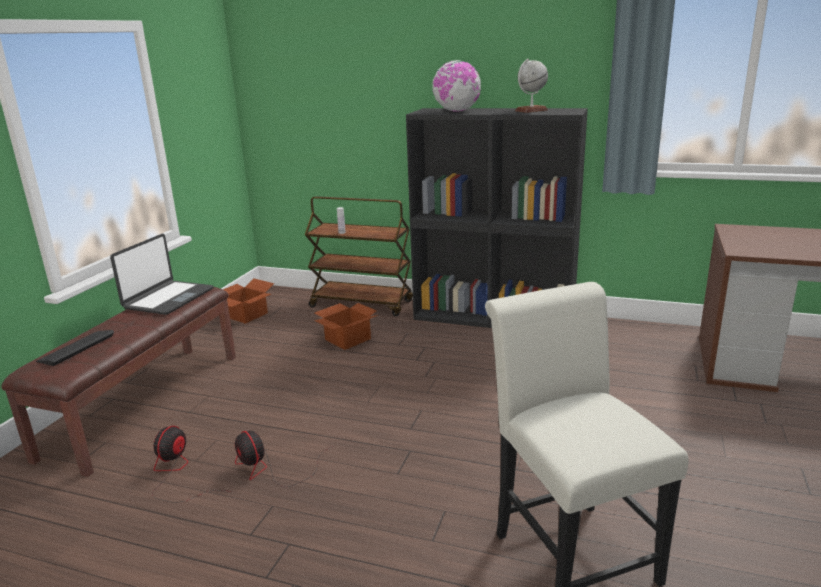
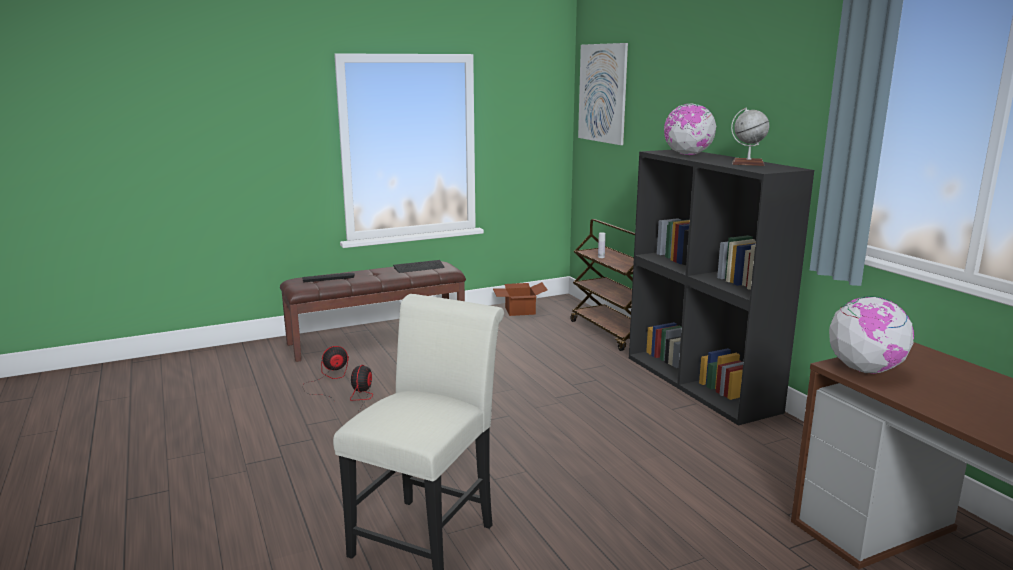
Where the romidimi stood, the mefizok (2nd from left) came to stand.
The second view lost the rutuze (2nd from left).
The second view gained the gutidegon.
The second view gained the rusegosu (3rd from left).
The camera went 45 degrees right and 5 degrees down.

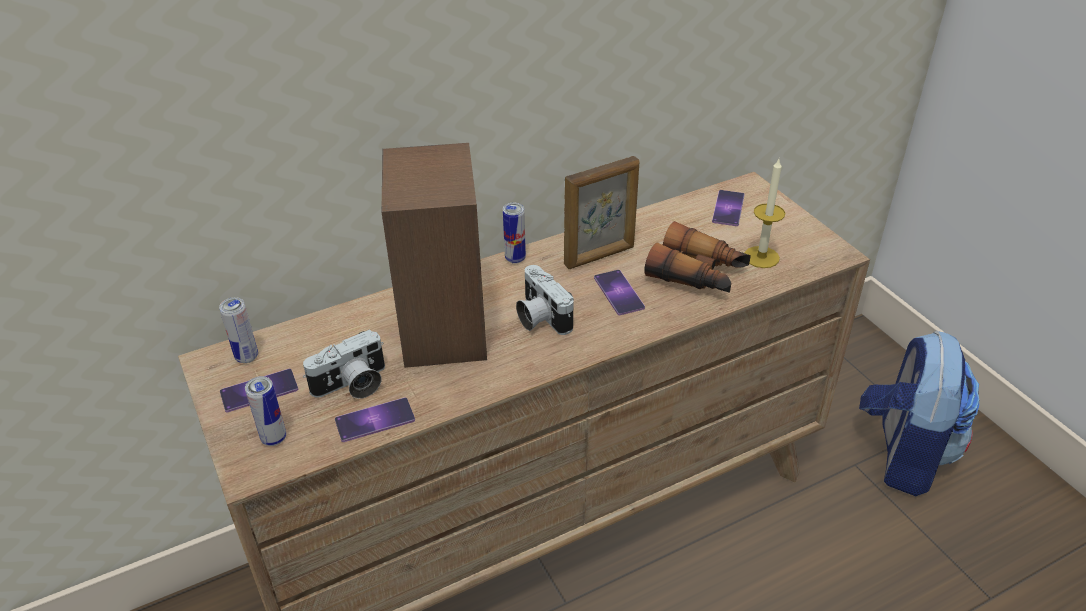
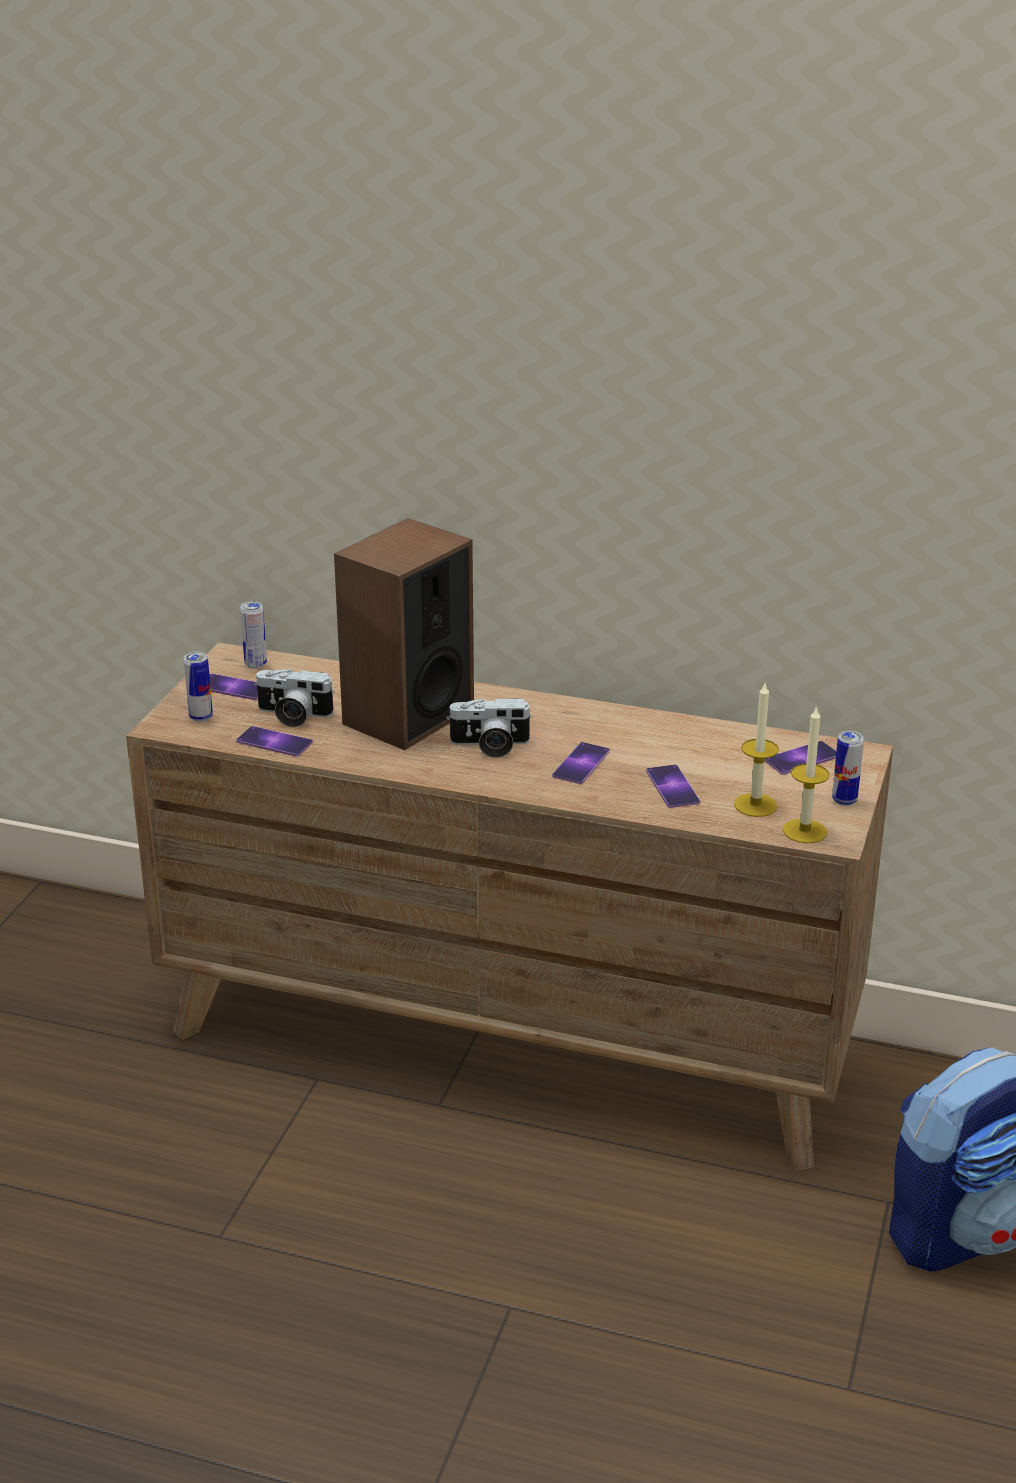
The second view lost the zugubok.
The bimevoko (3rd from left) ended up elsewhere.
Where the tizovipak stood, the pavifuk (4th from left) came to stand.
The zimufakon (2nd from left) ended up facing another way, 105 degrees counterclockwise from before.
The second view gained the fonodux (2nd from left).
The camera went 45 degrees right and 10 degrees down.

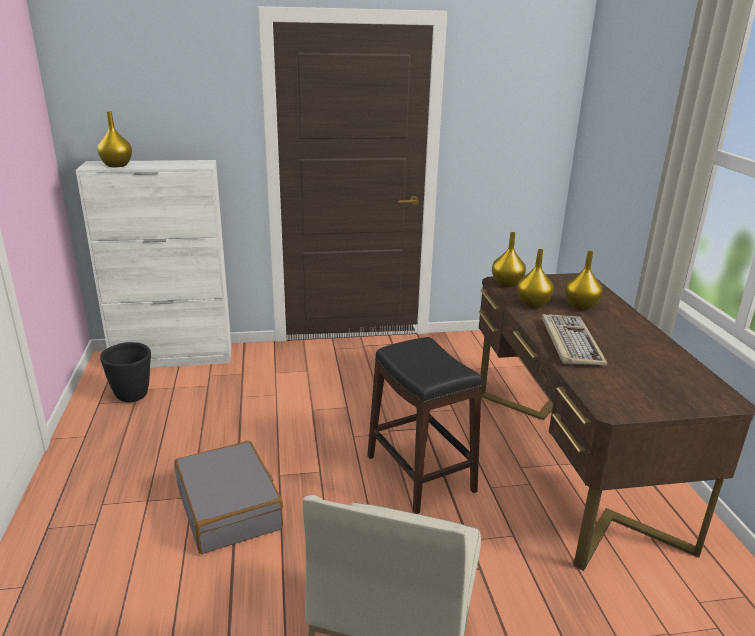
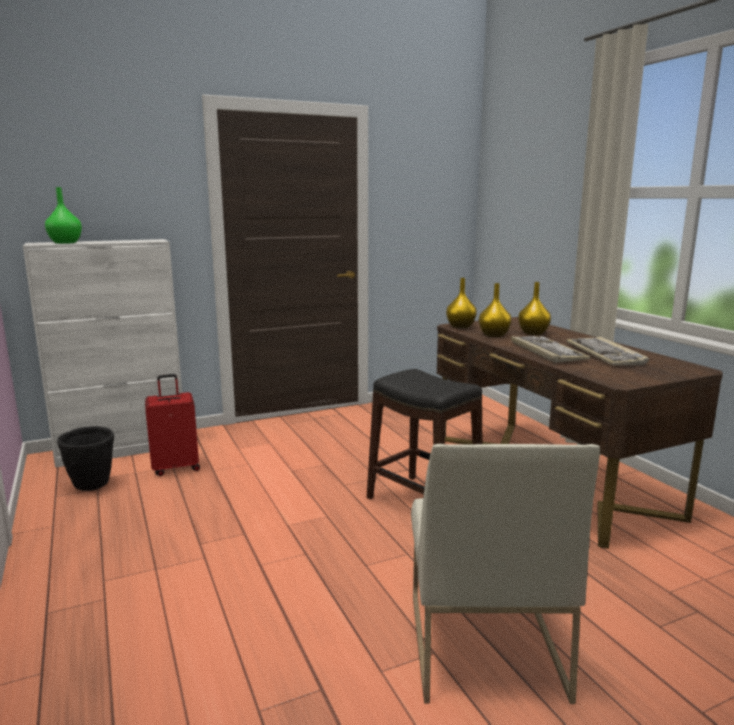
What was the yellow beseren (1st from left) turned into the green beseren.
The second view lost the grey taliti.
The second view gained the mefizok (2nd from left).
The second view gained the red taliti.
The camera went 15 degrees left and 10 degrees down.

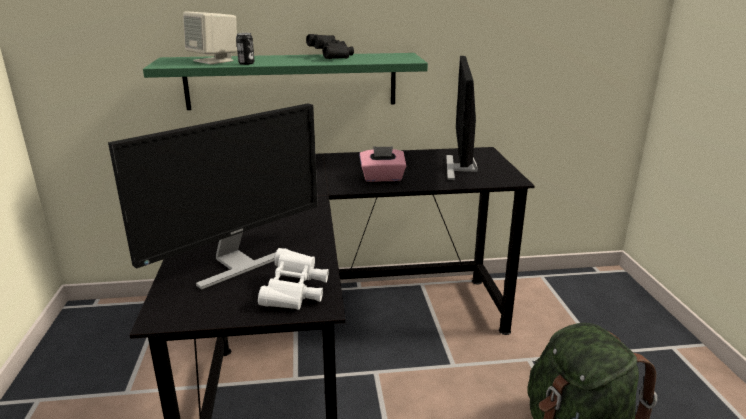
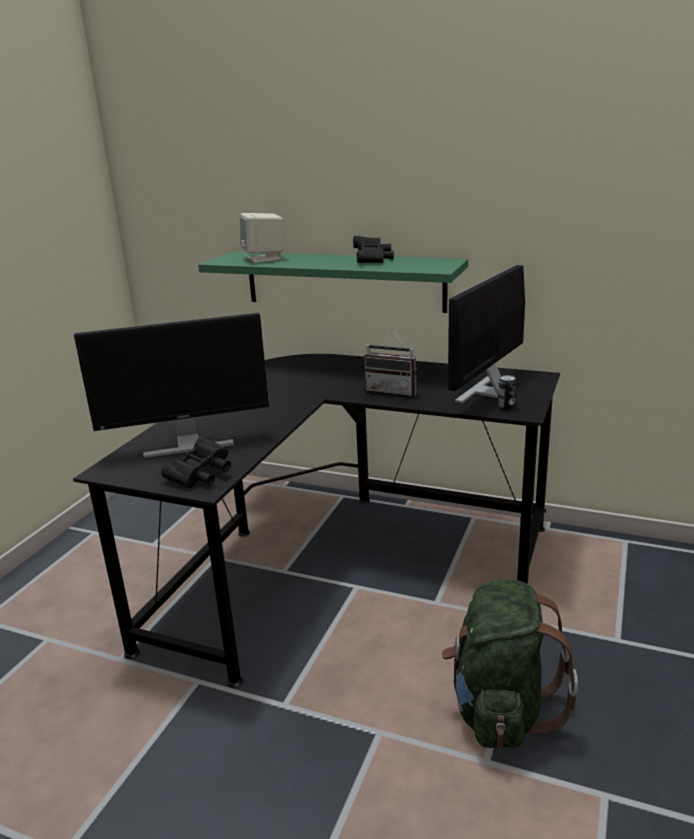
The bimevoko ended up elsewhere.
Where the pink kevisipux stood, the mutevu came to stand.
What was the white tizovipak turned into the black tizovipak (1st from left).
The camera went 30 degrees right and 0 degrees up.

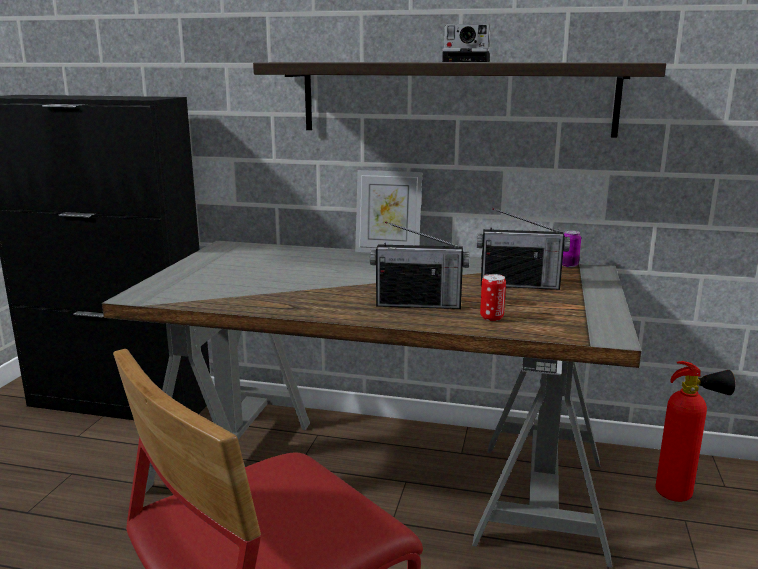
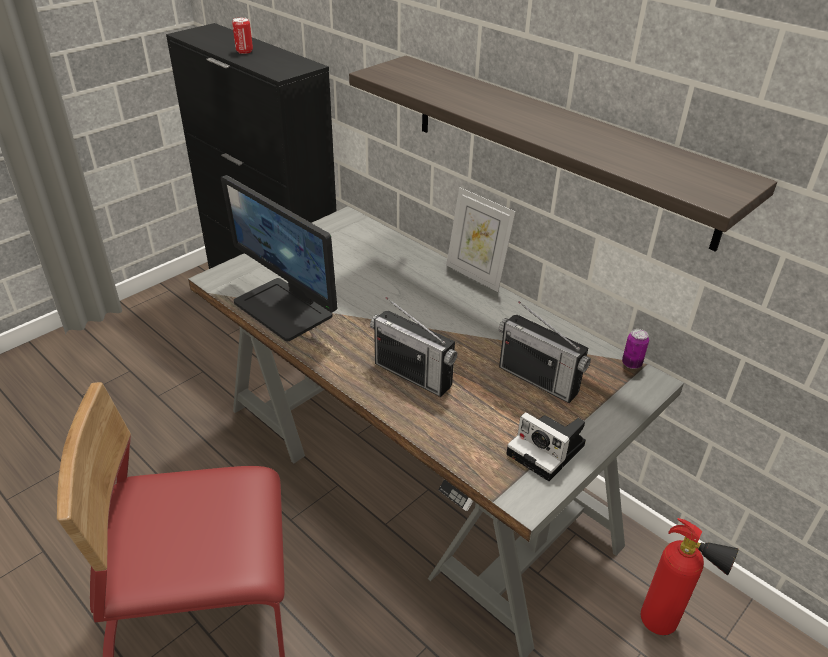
The zimufakon ended up elsewhere.
The bimevoko (1st from left) ended up elsewhere.
The second view gained the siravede.
The camera went 30 degrees right and 20 degrees up.

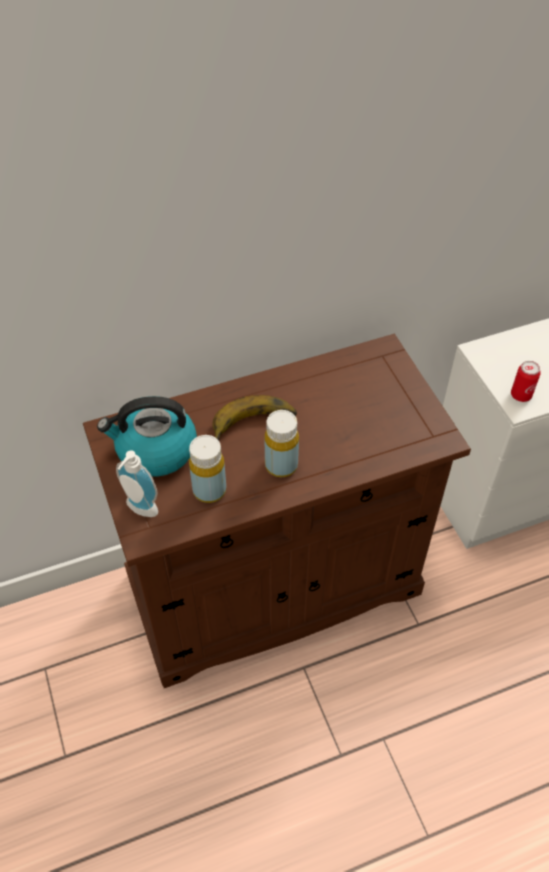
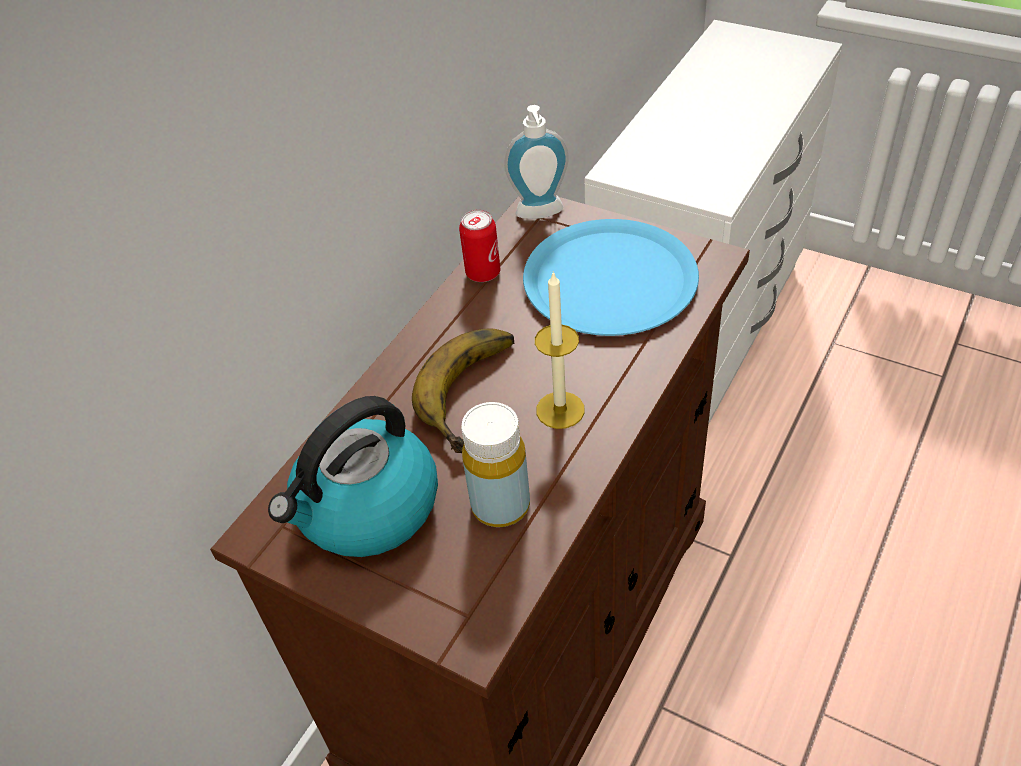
The bimevoko ended up elsewhere.
Where the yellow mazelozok (2nd from left) stood, the fonodux came to stand.
The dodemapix ended up elsewhere.
The second view gained the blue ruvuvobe.
The camera went 35 degrees left and 5 degrees down.

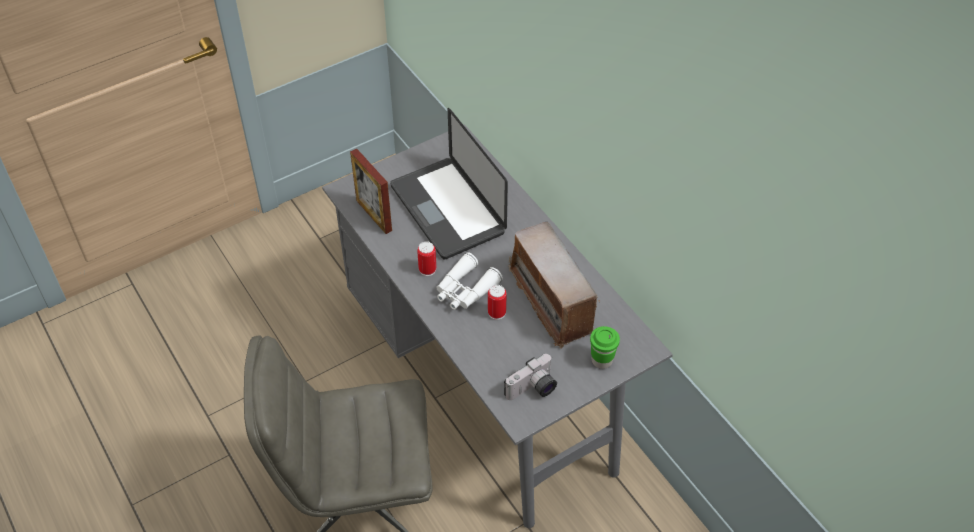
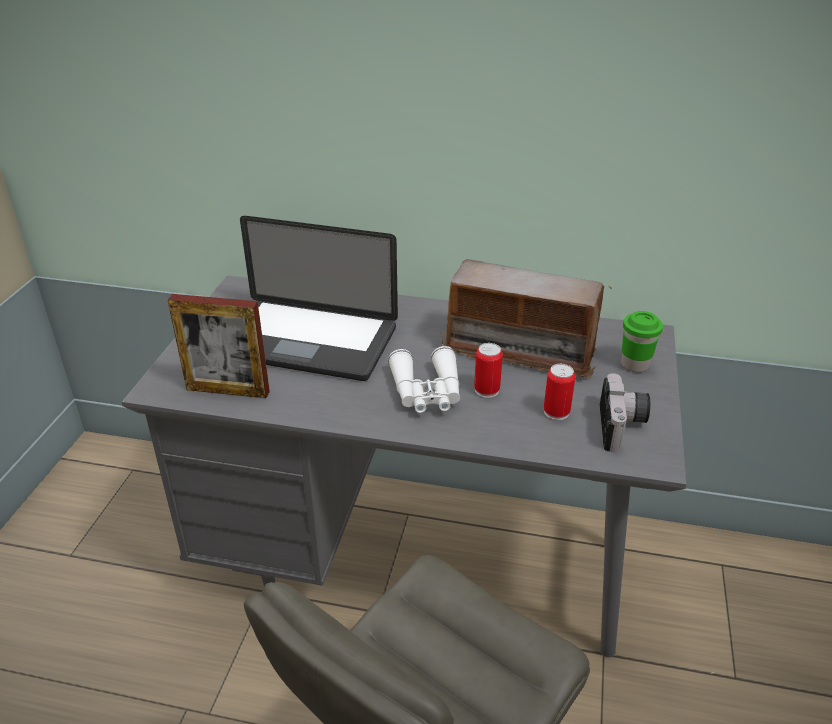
The bimevoko (1st from left in the first image) ended up elsewhere.
The camera went 45 degrees left and 15 degrees down.

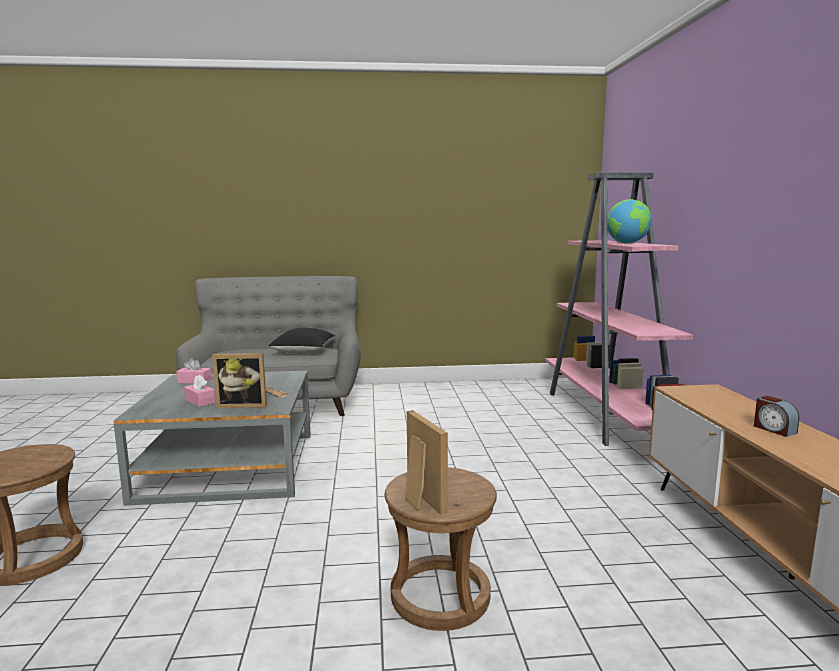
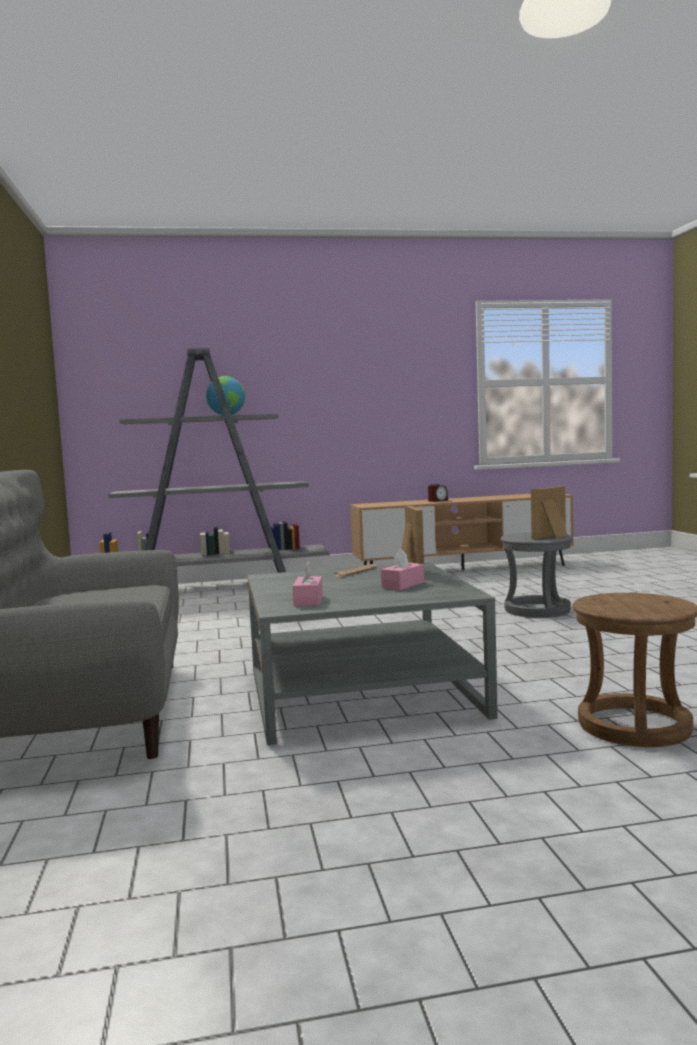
What was the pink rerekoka turned into the grey rerekoka.
The second view lost the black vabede.
What was the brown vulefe (2nd from left) turned into the grey vulefe.
The camera went 95 degrees left and 5 degrees down.

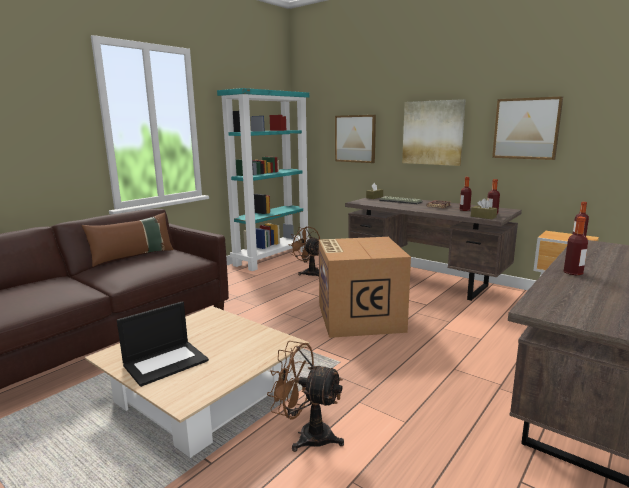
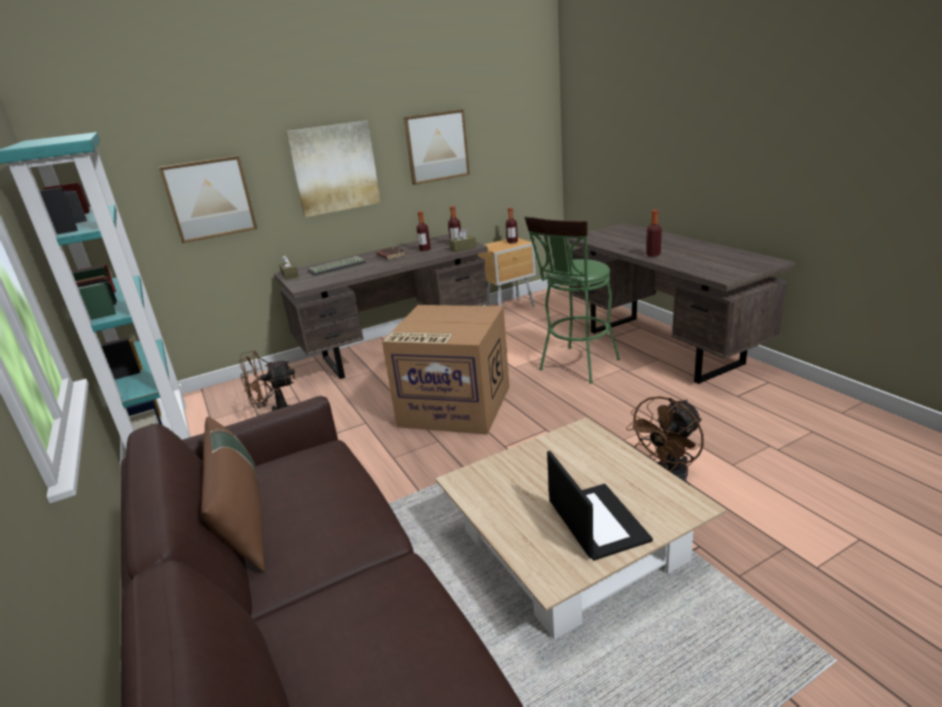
The second view gained the green vulefe.
The camera went 65 degrees left and 10 degrees up.

